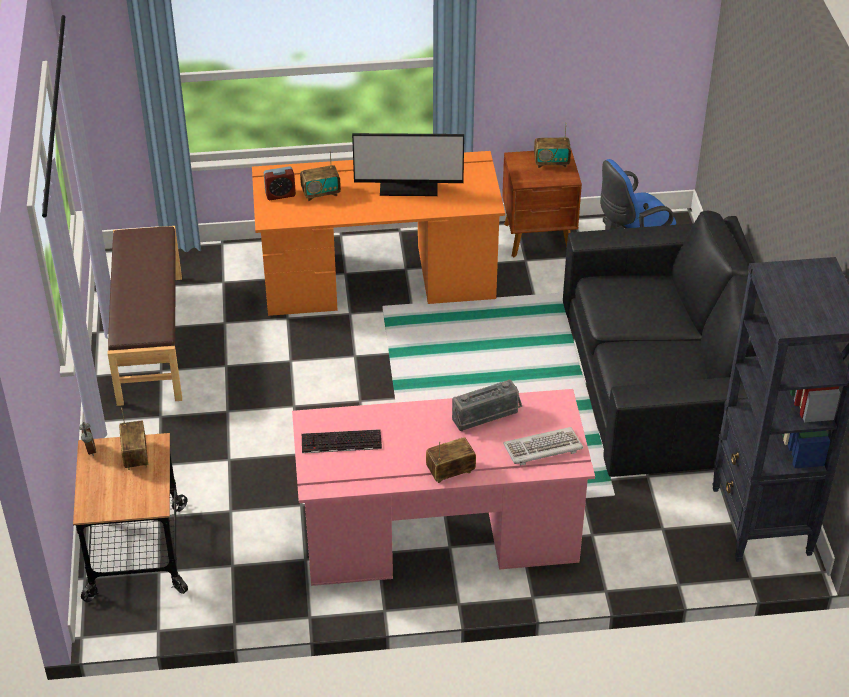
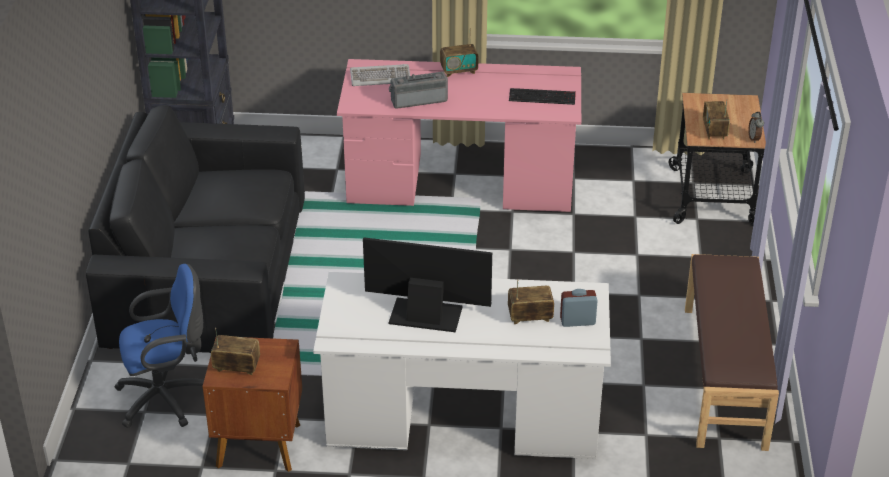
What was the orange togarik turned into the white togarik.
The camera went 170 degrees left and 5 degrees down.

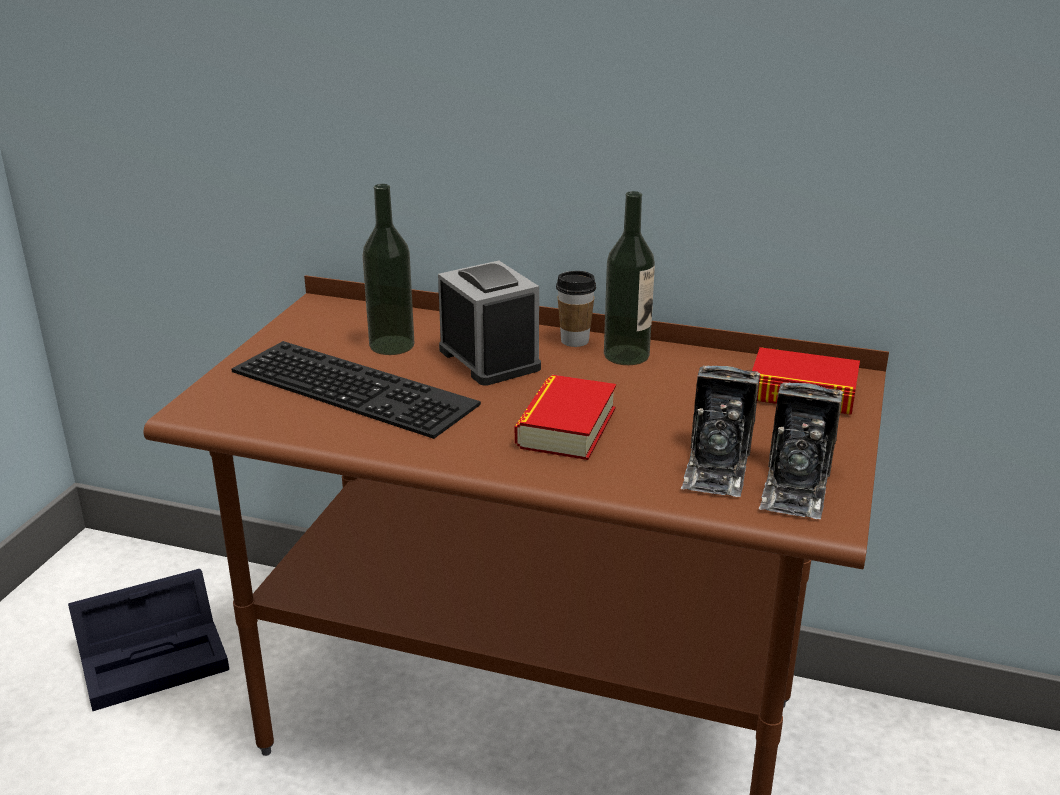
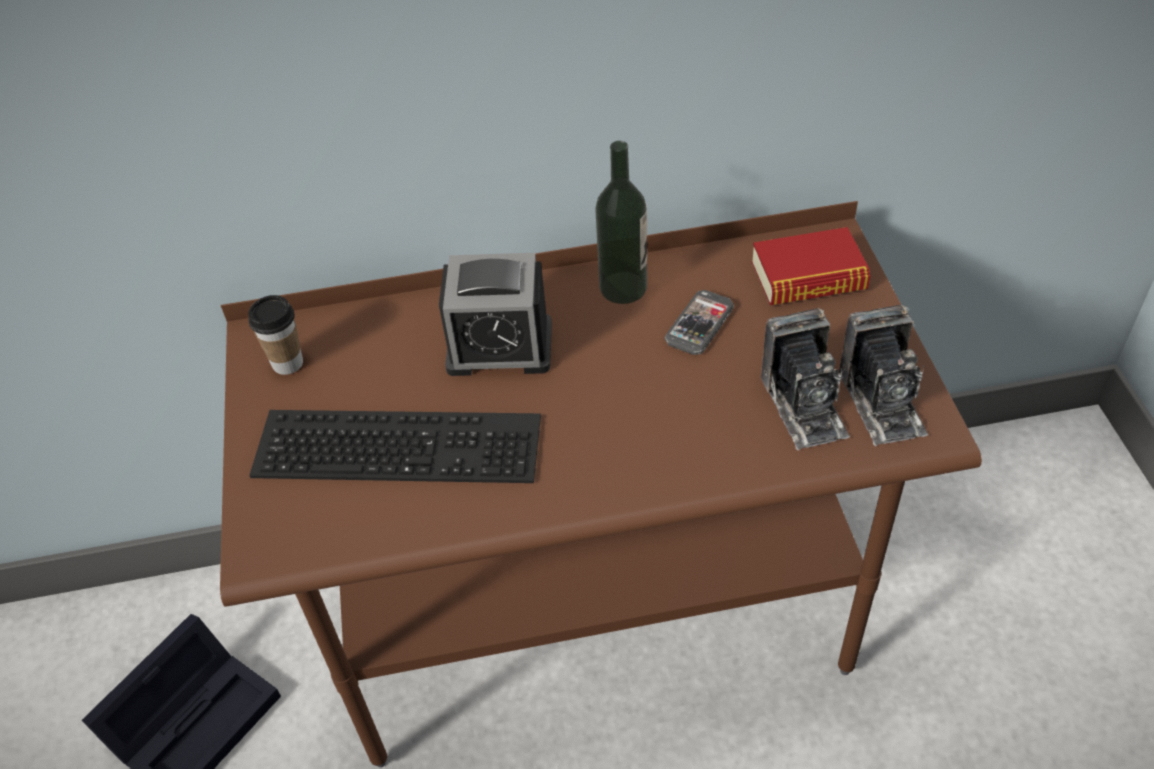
The second view lost the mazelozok (1st from left).
The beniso ended up facing another way, 150 degrees clockwise from before.
The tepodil ended up elsewhere.
The second view lost the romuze (1st from left).
The second view gained the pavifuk.
The camera went 25 degrees left and 20 degrees up.

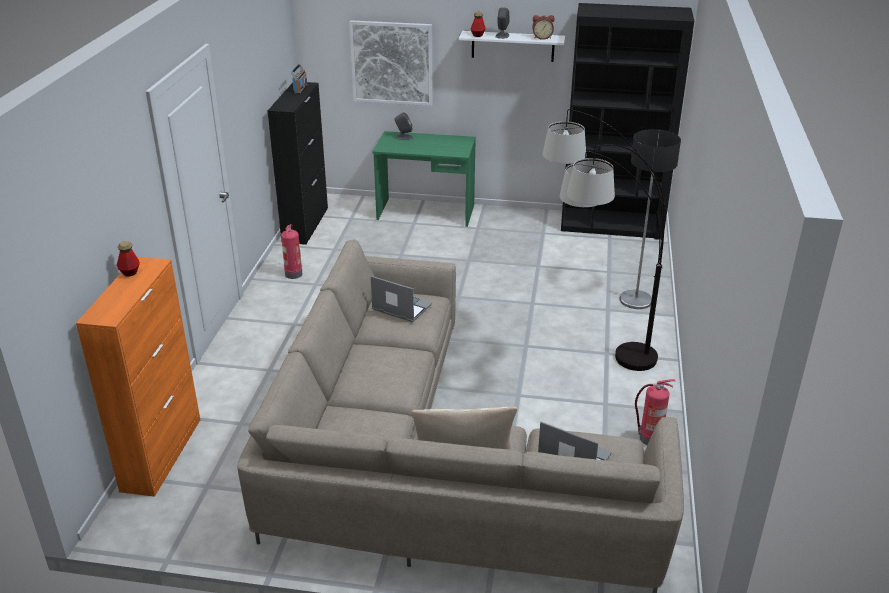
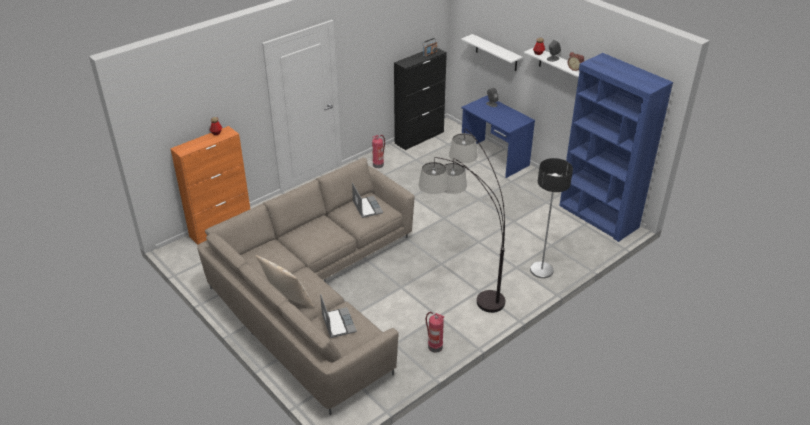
What was the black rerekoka turned into the blue rerekoka.
Where the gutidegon hung, the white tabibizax (1st from left) came to hang.
What was the green togarik turned into the blue togarik.
The camera went 40 degrees right and 5 degrees up.

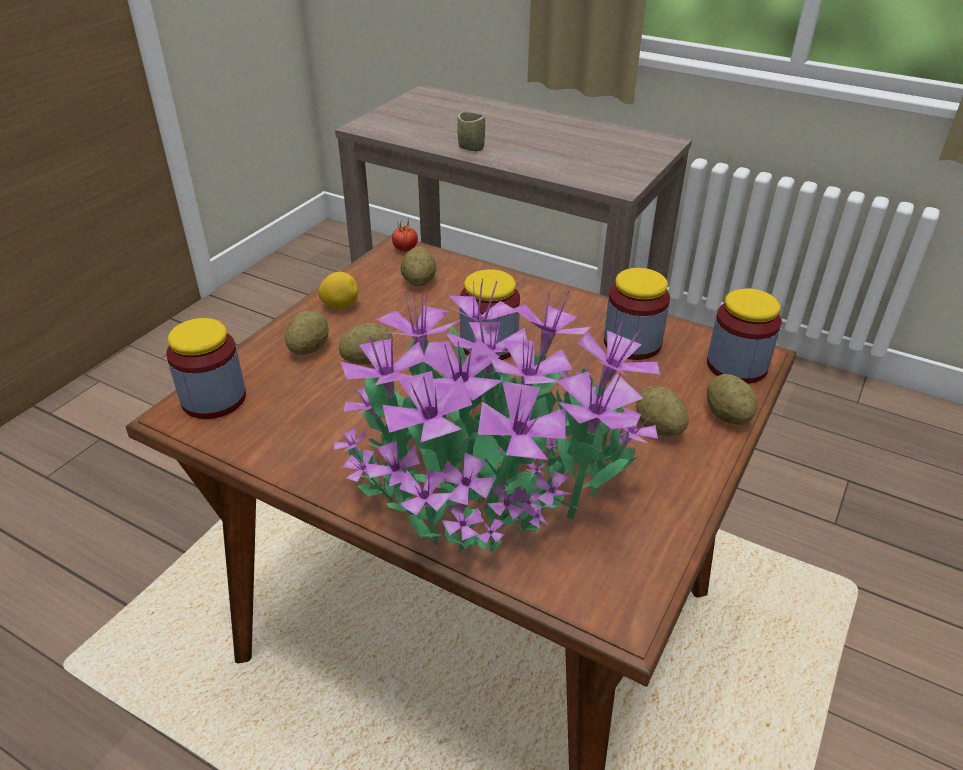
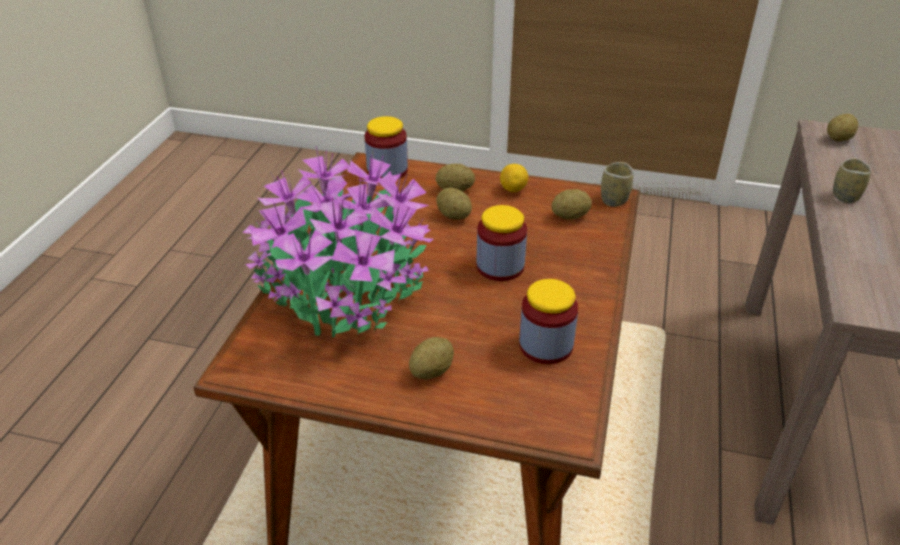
Where the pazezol stood, the tepodil (1st from left) came to stand.
The second view lost the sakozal (4th from left).
The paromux (5th from left) ended up elsewhere.
The camera went 75 degrees right and 0 degrees up.

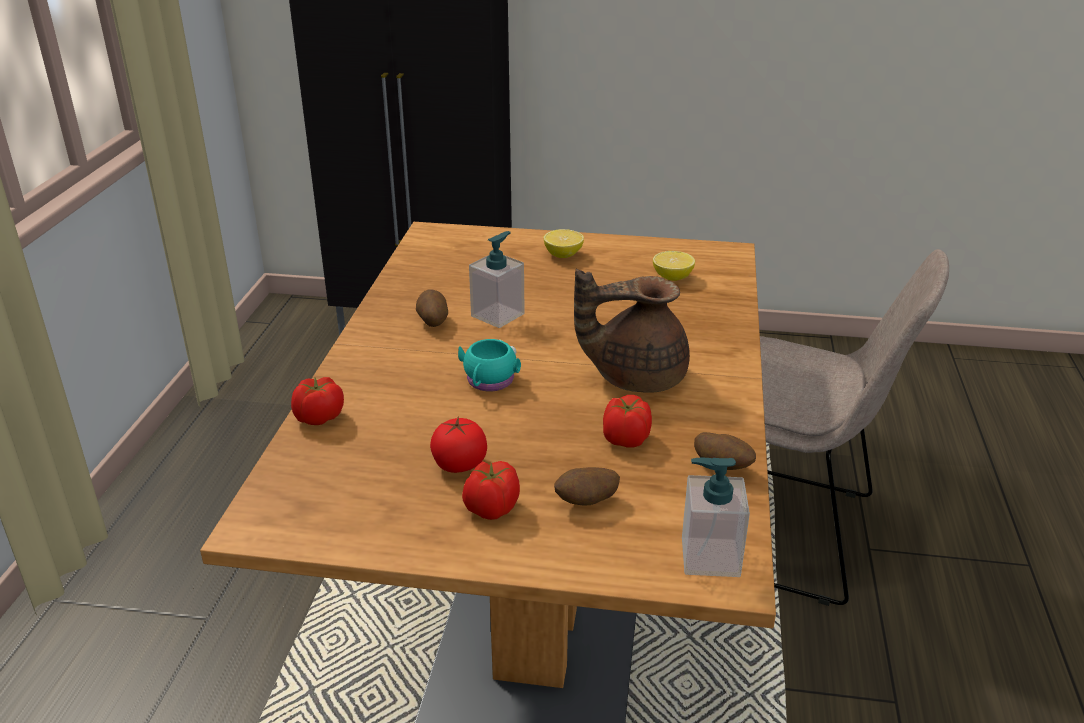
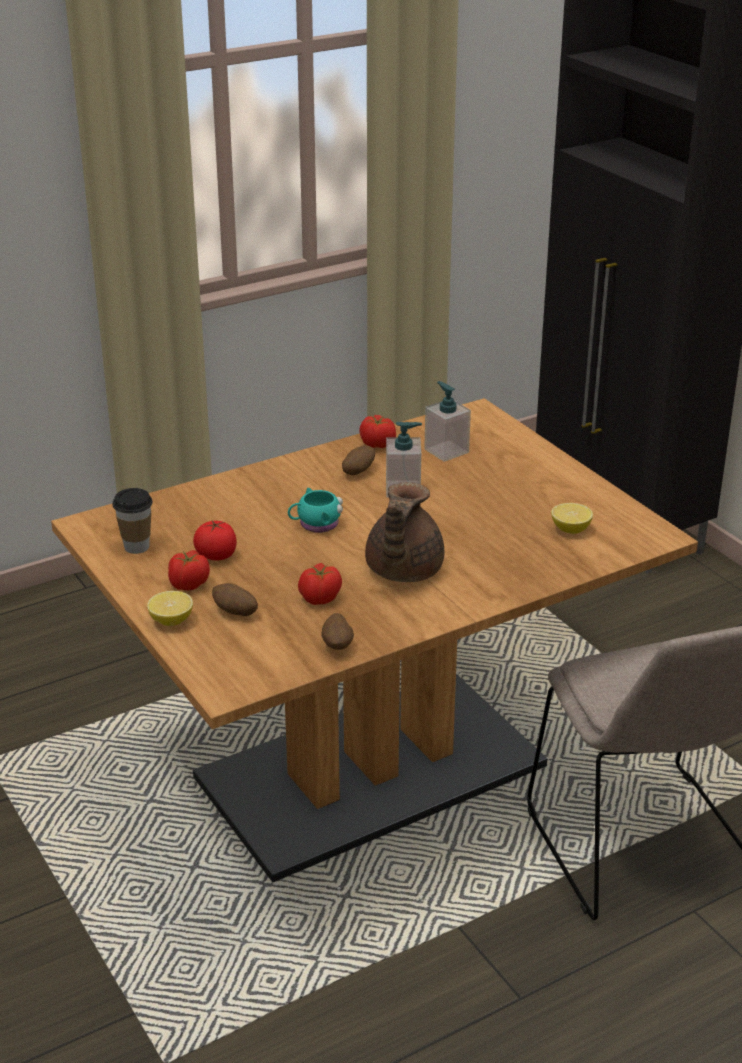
The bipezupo (1st from left) ended up elsewhere.
The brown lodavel ended up facing another way, 120 degrees counterclockwise from before.
The pazezol (1st from left in the first image) ended up elsewhere.
The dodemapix (2nd from left) ended up elsewhere.
The second view gained the tepodil.
The camera went 50 degrees right and 0 degrees up.

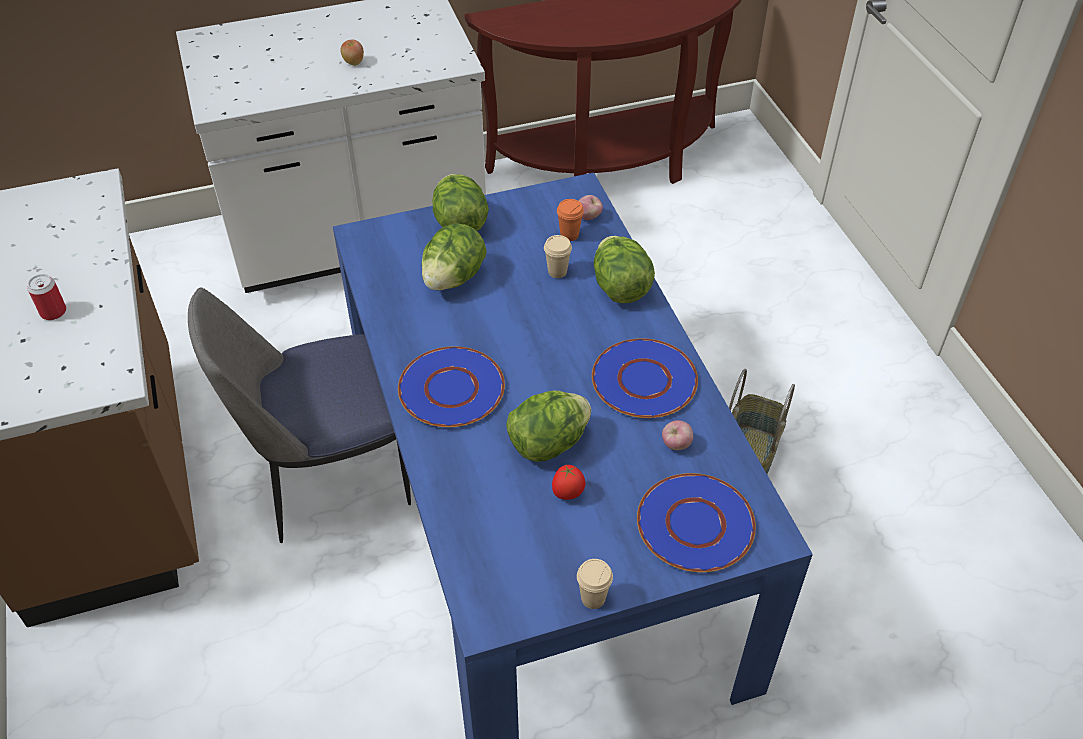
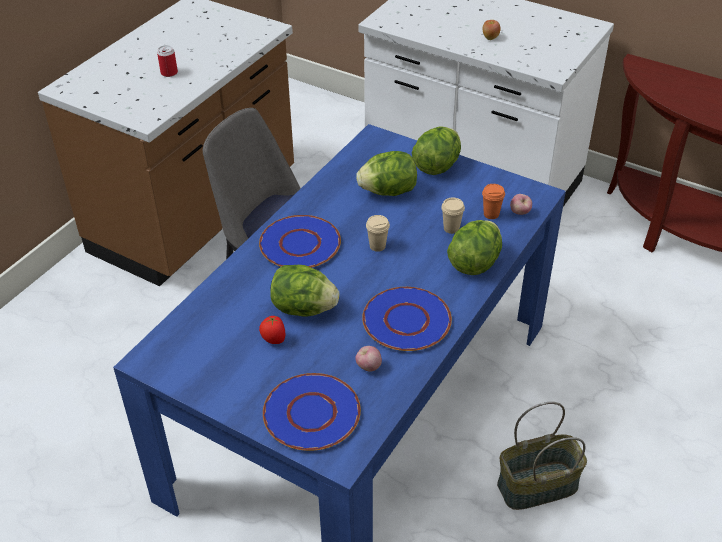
The beige tepodil (2nd from left in the first image) ended up elsewhere.
The camera went 50 degrees right and 5 degrees down.

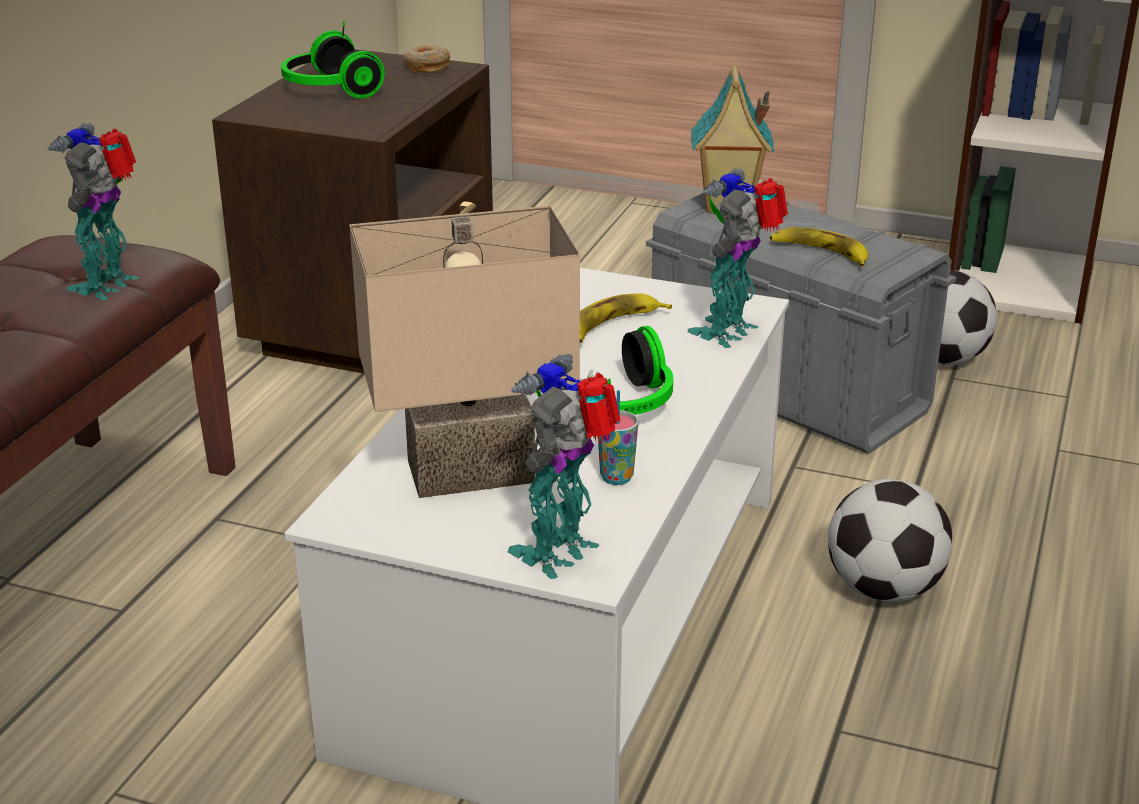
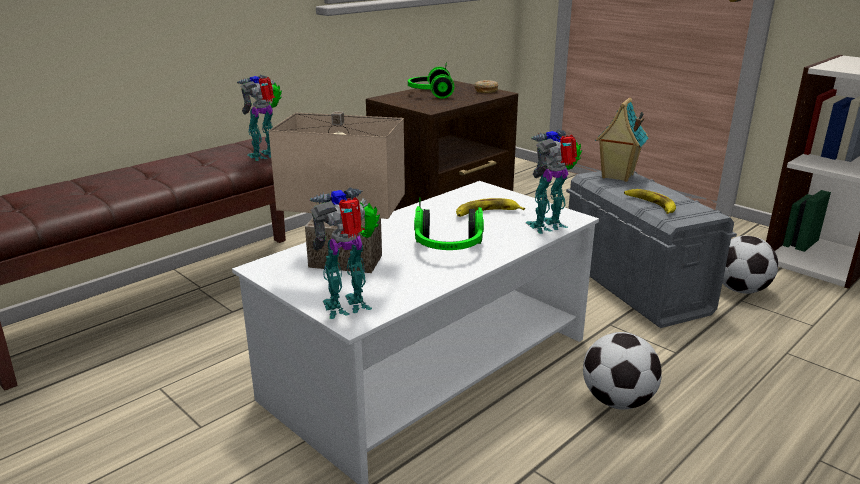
The second view lost the tepodil.
The camera went 25 degrees right and 5 degrees down.

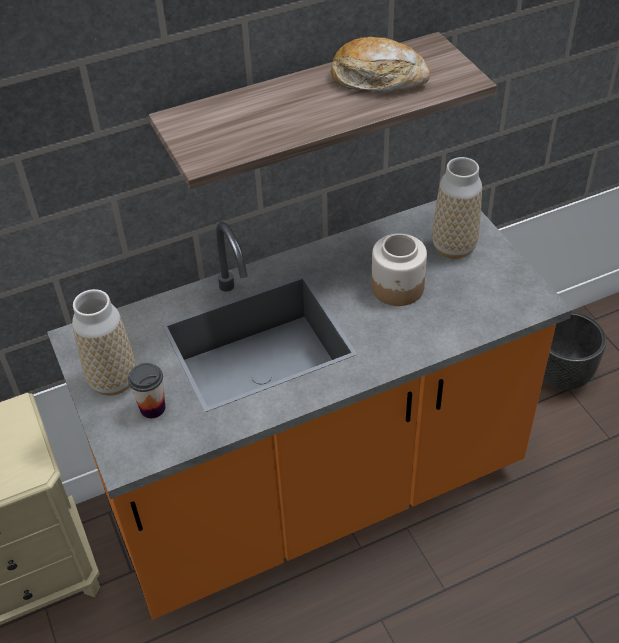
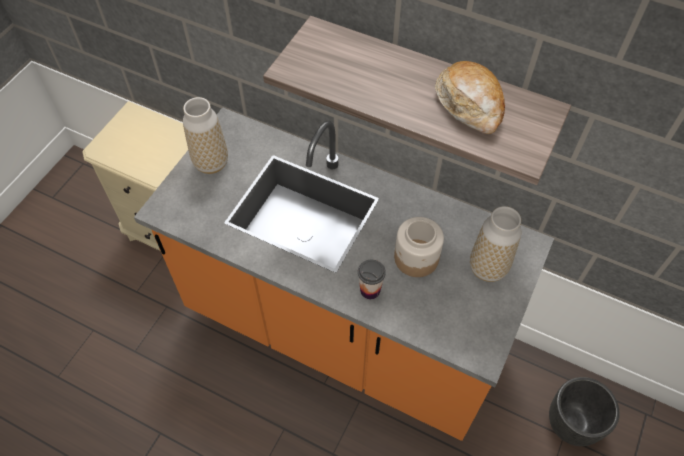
The tepodil ended up elsewhere.
The camera went 50 degrees right and 10 degrees up.

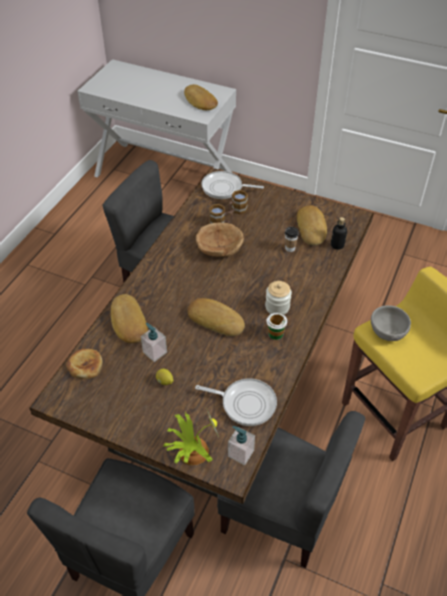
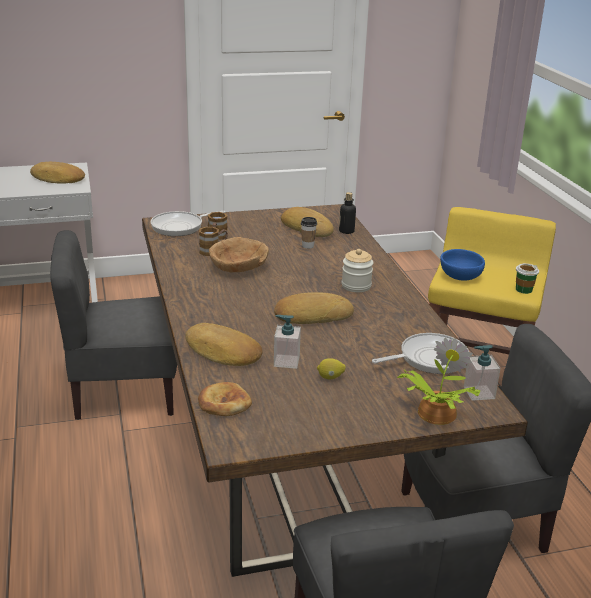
What was the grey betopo turned into the blue betopo.
The tepodil (1st from left in the first image) ended up elsewhere.
The camera went 40 degrees left and 20 degrees down.

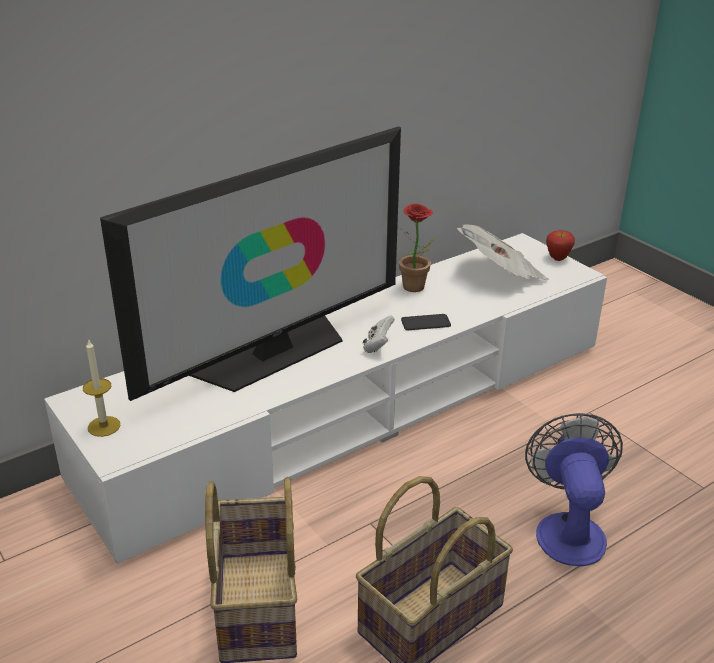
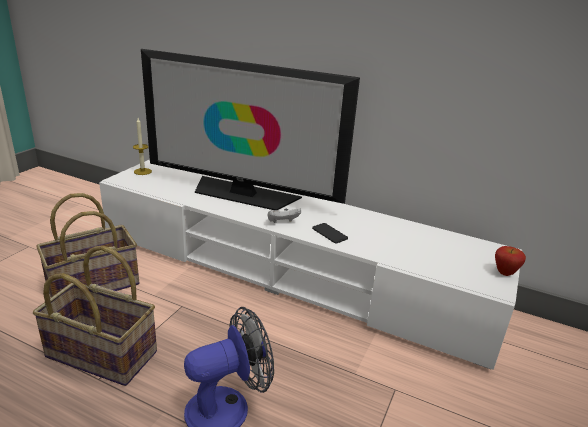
The second view lost the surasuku.
The second view lost the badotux.
The camera went 60 degrees right and 5 degrees down.

